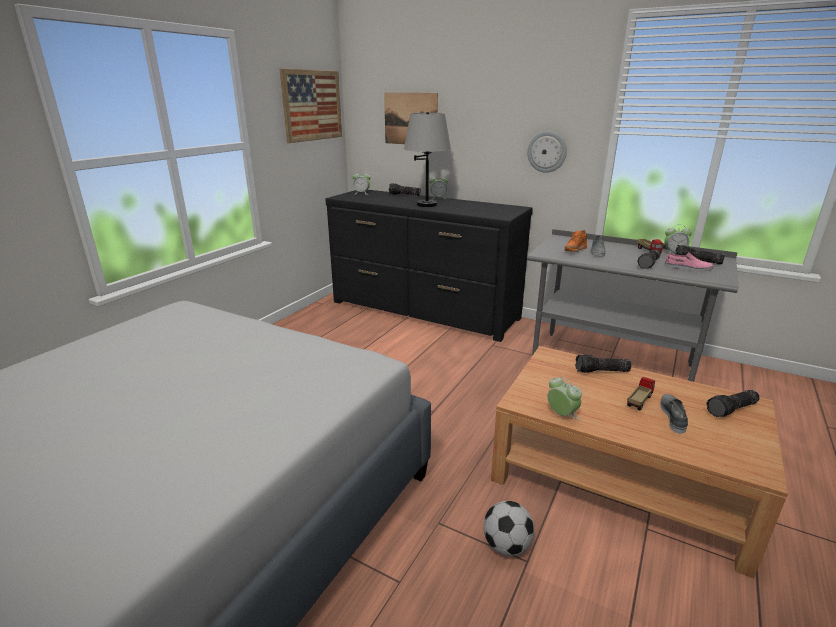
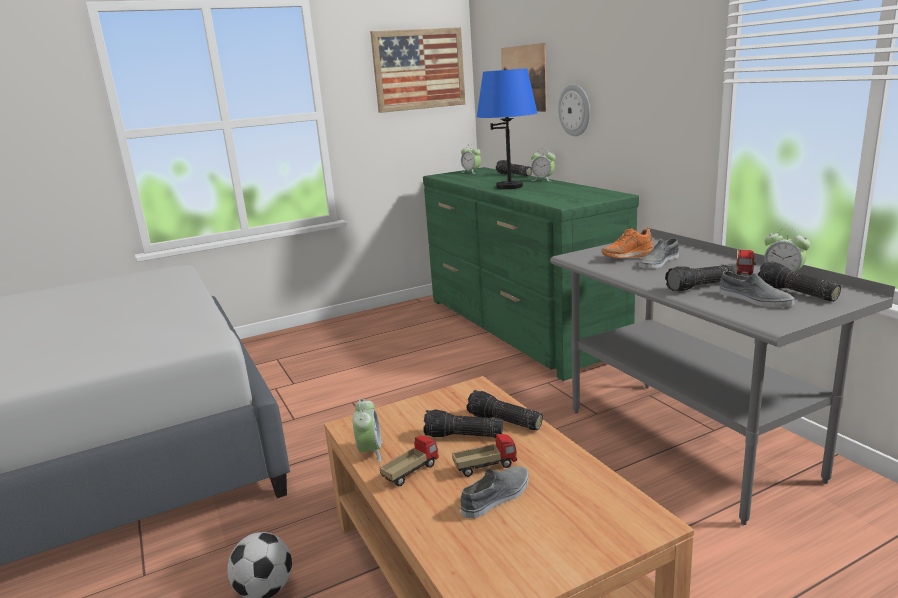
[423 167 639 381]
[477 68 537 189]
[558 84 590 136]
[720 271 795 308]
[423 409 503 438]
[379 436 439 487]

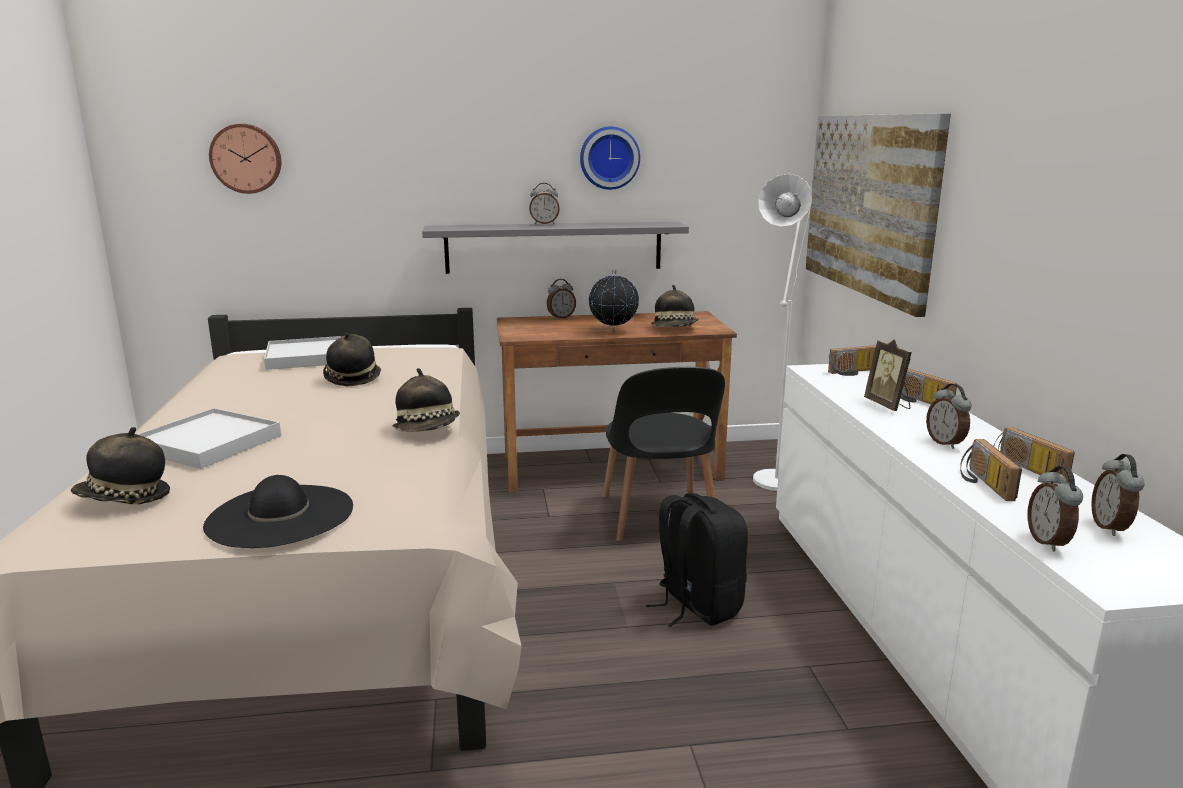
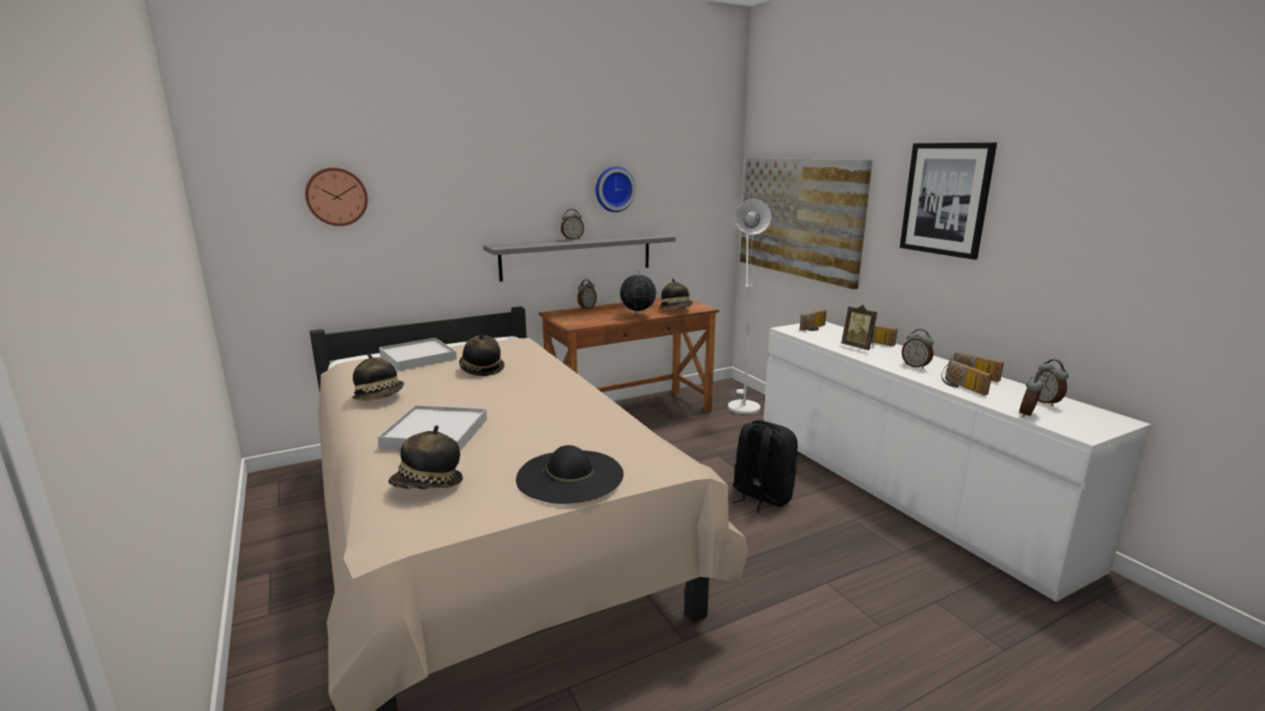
[352 353 404 401]
[602 367 725 542] (first image)
[1019 370 1047 417]
[900 143 997 260]

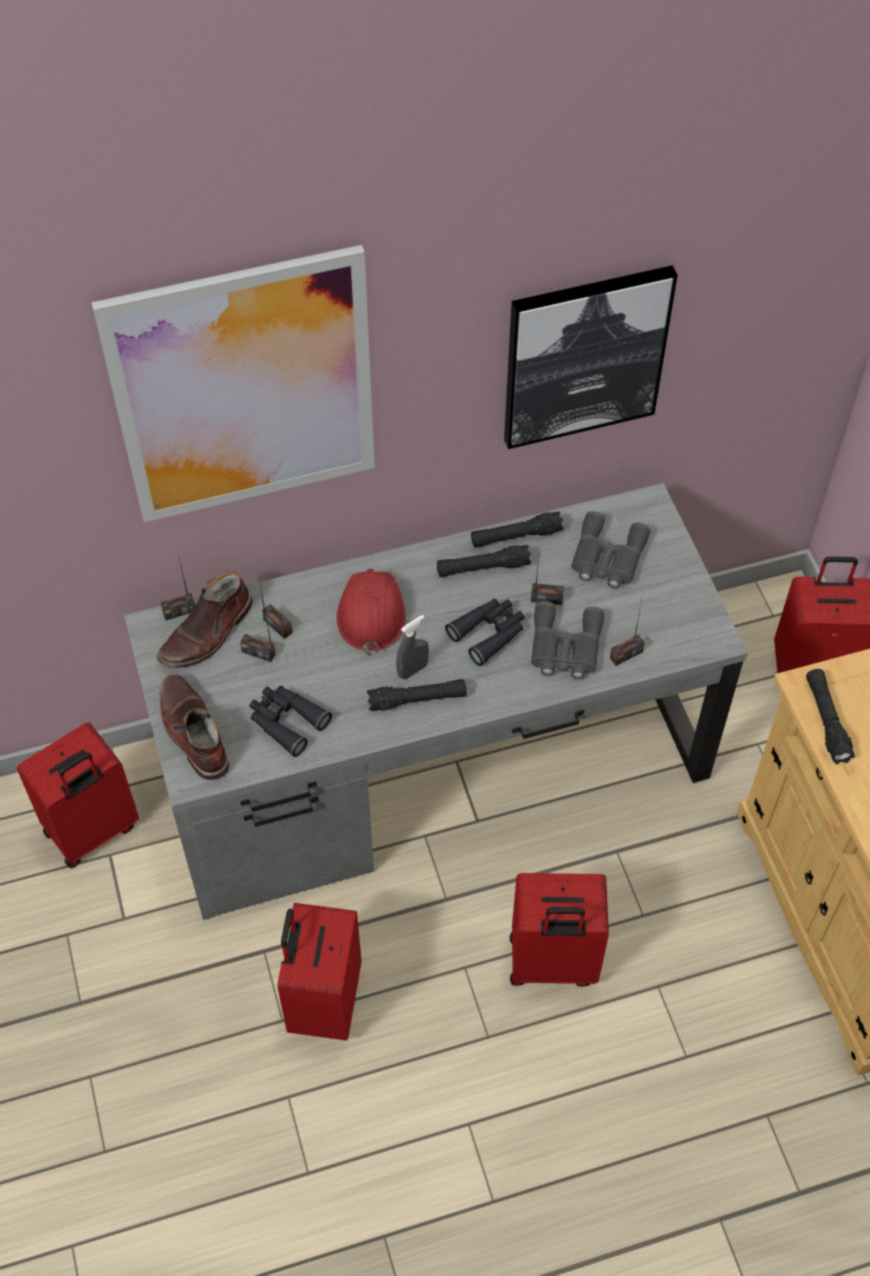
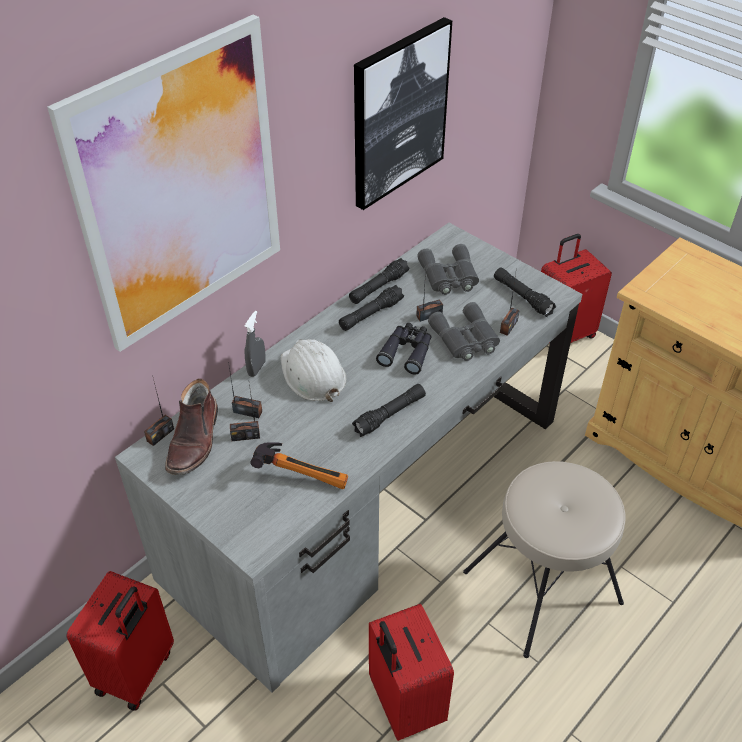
[160 674 229 780] (first image)
[250 442 348 489]
[280 339 347 402]
[244 311 266 377]
[463 461 625 658]
[494 268 556 317]

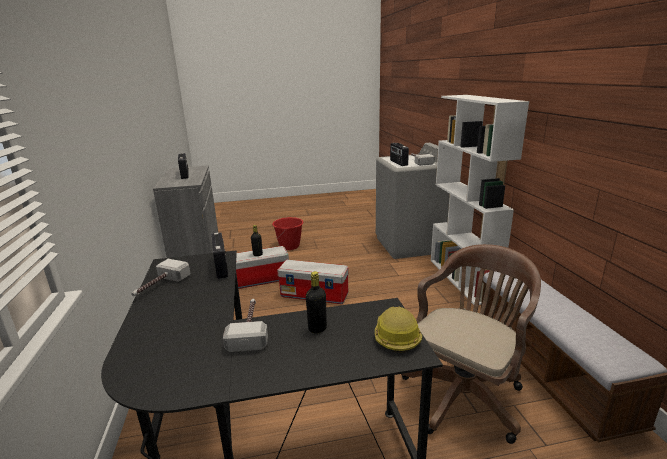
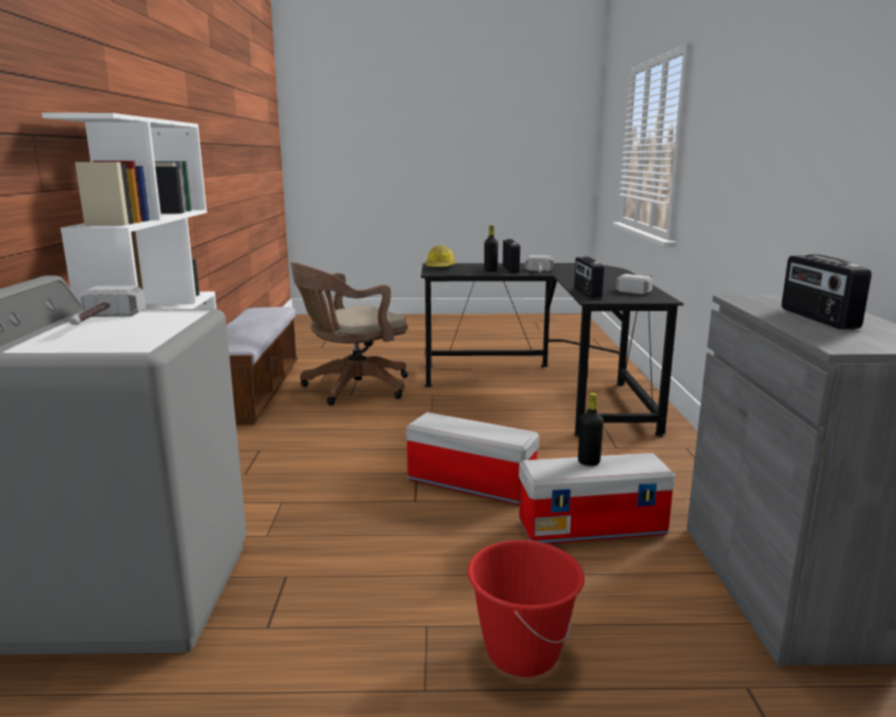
[503 239 520 273]

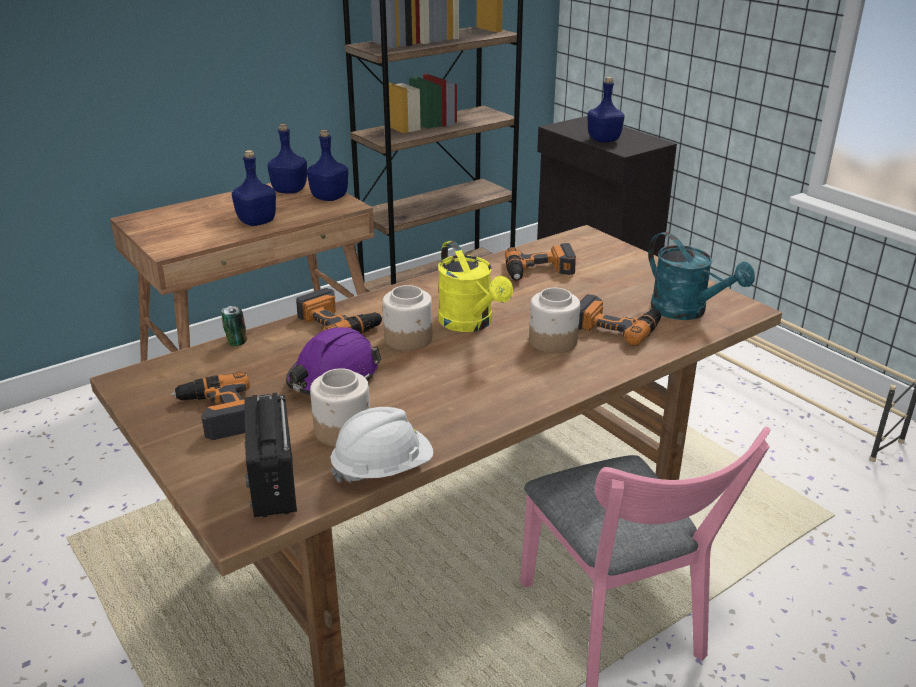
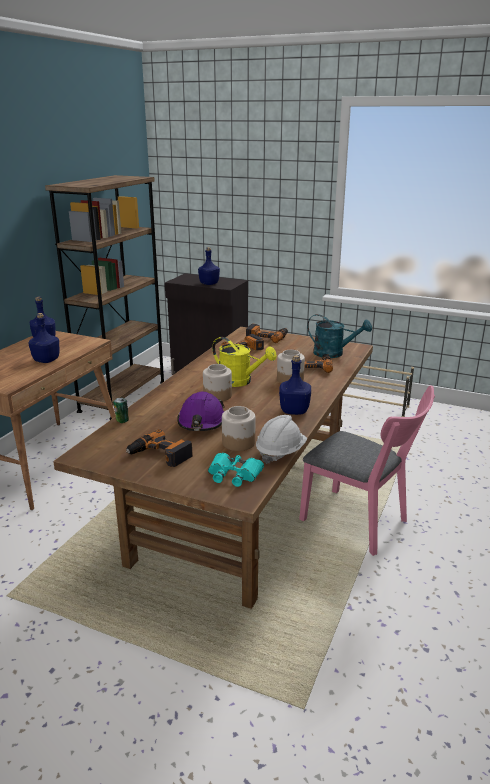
[208 453 264 487]
[246 323 288 343]
[279 355 311 415]

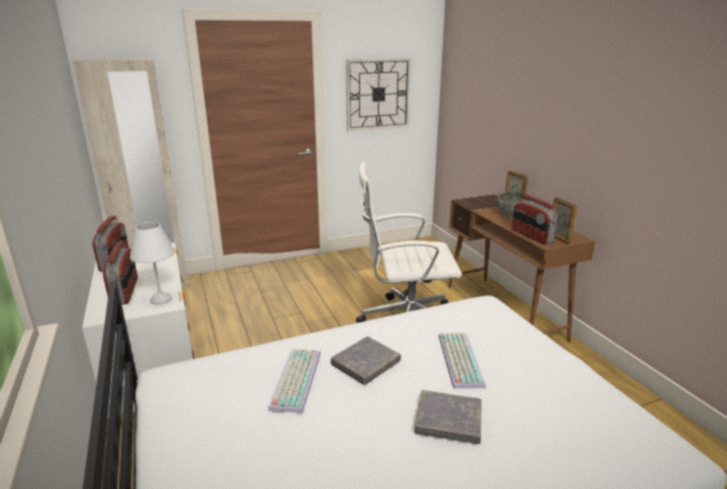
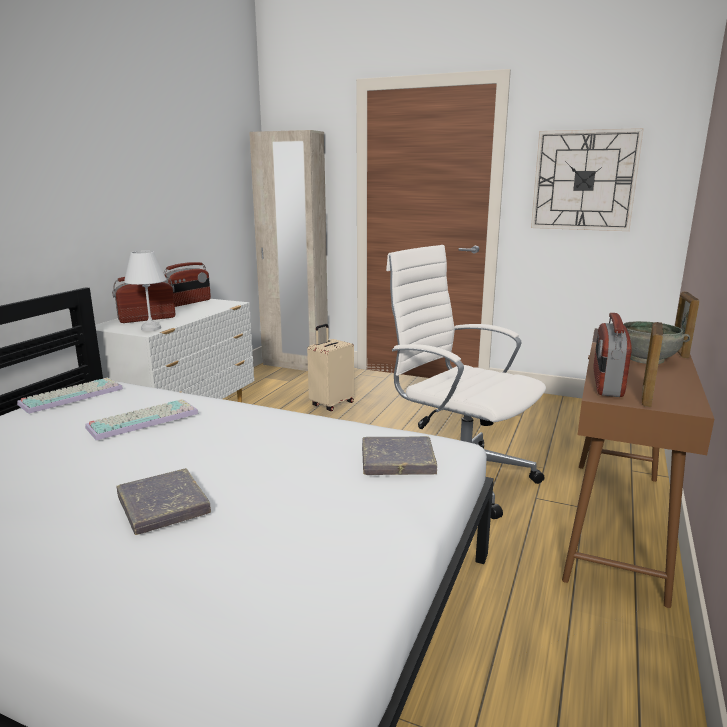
[112 274 175 323]
[362 436 437 475]
[17 378 123 414]
[307 324 354 411]

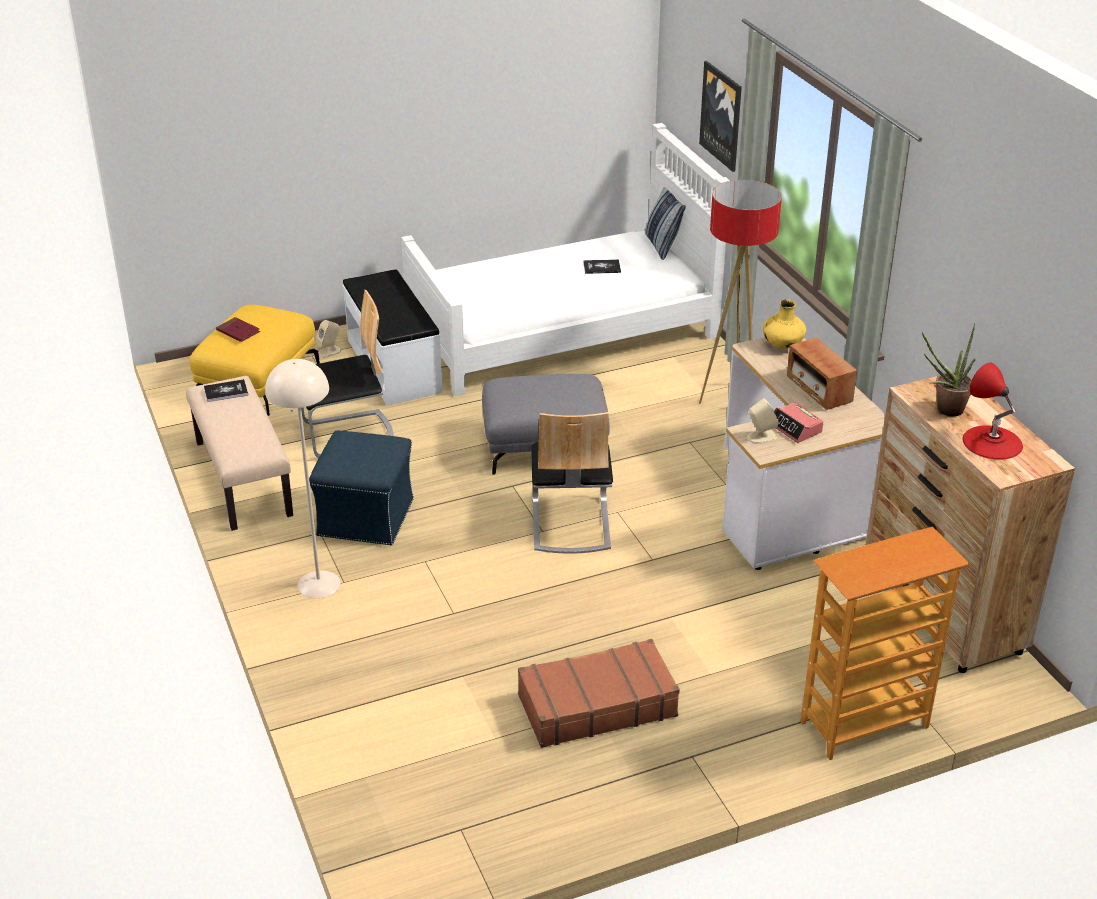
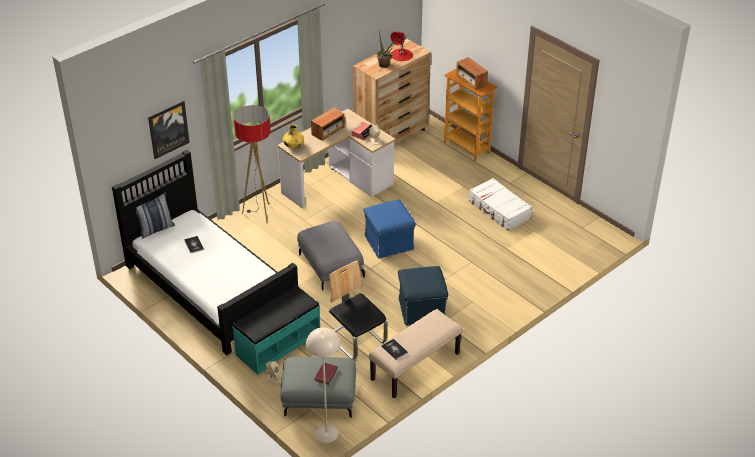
[281 357 356 418]
[306 327 340 443]
[232 285 320 374]
[112 150 298 355]
[469 178 532 231]
[364 199 416 259]
[456 57 488 90]

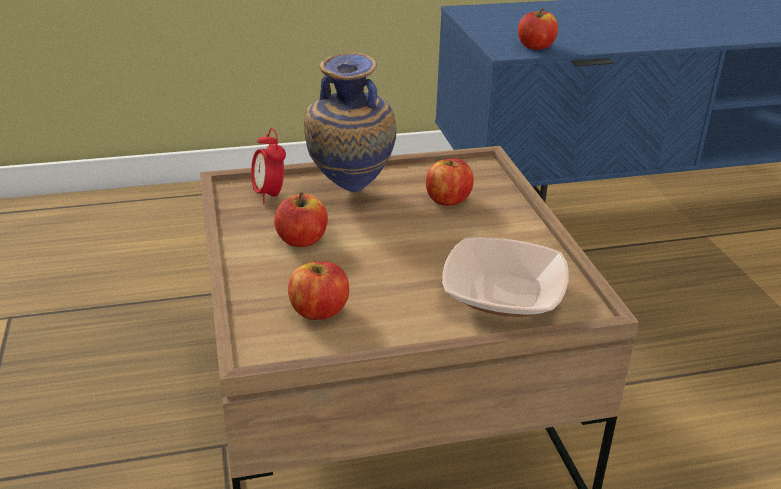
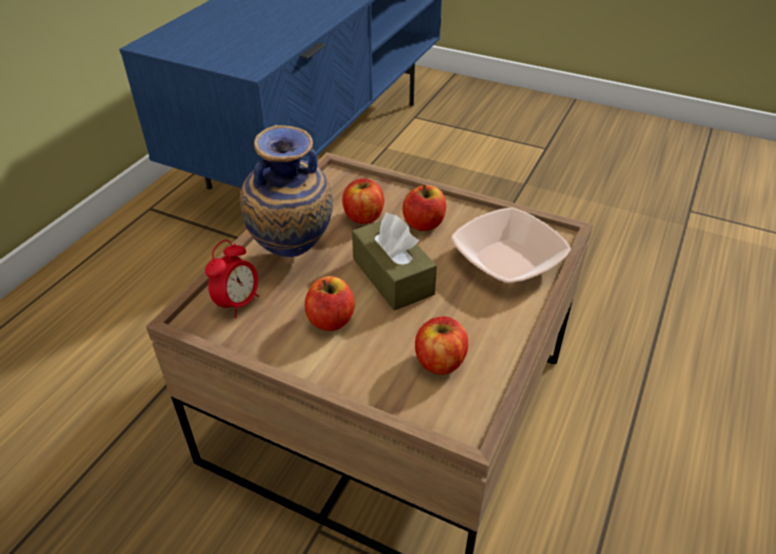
[205 240 259 318]
[403 185 446 231]
[352 212 437 311]

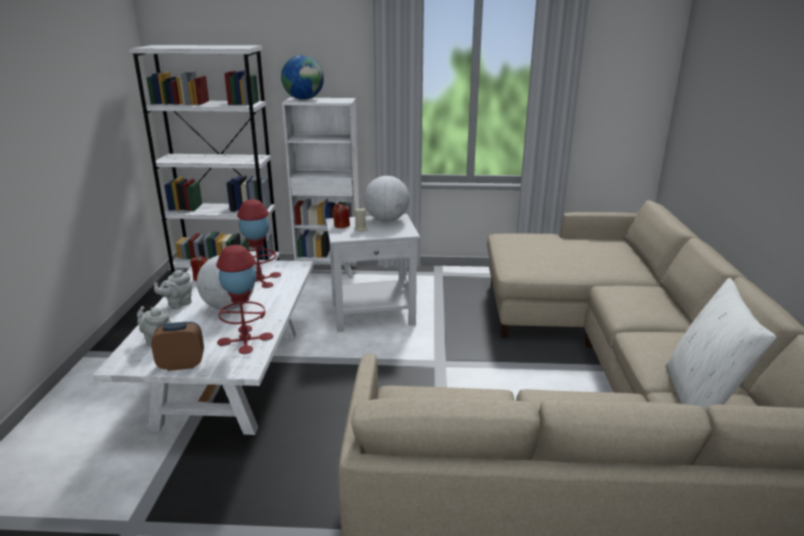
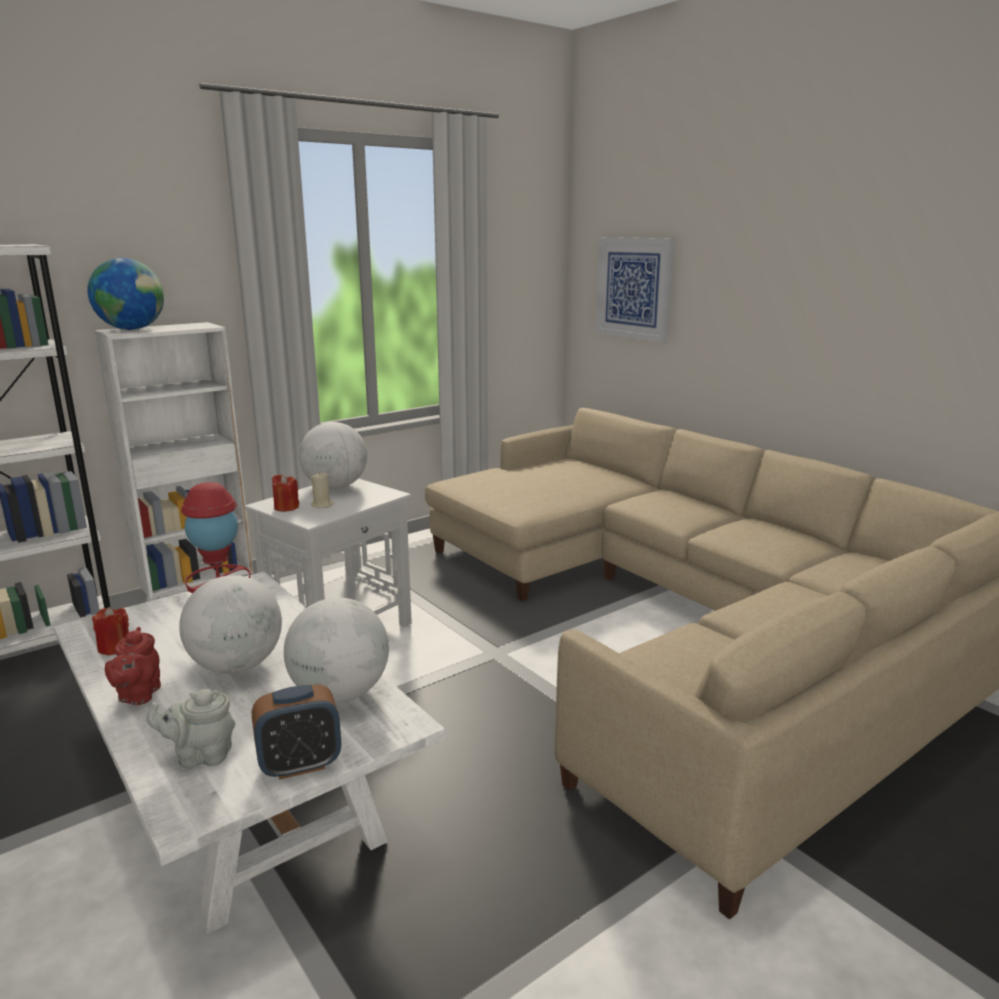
[252 684 341 780]
[105 627 161 705]
[284 598 389 703]
[666 278 776 410] (first image)
[595 237 675 343]

